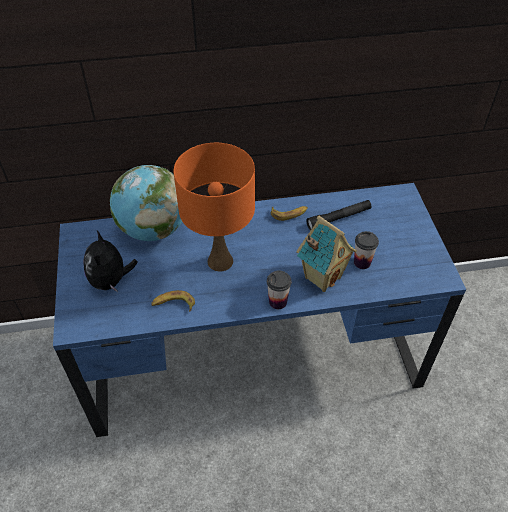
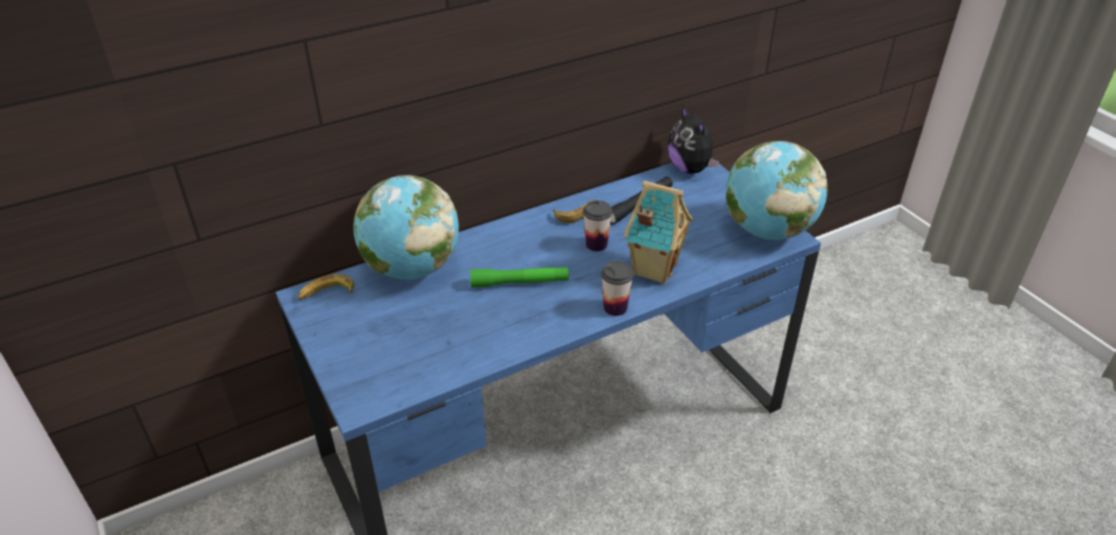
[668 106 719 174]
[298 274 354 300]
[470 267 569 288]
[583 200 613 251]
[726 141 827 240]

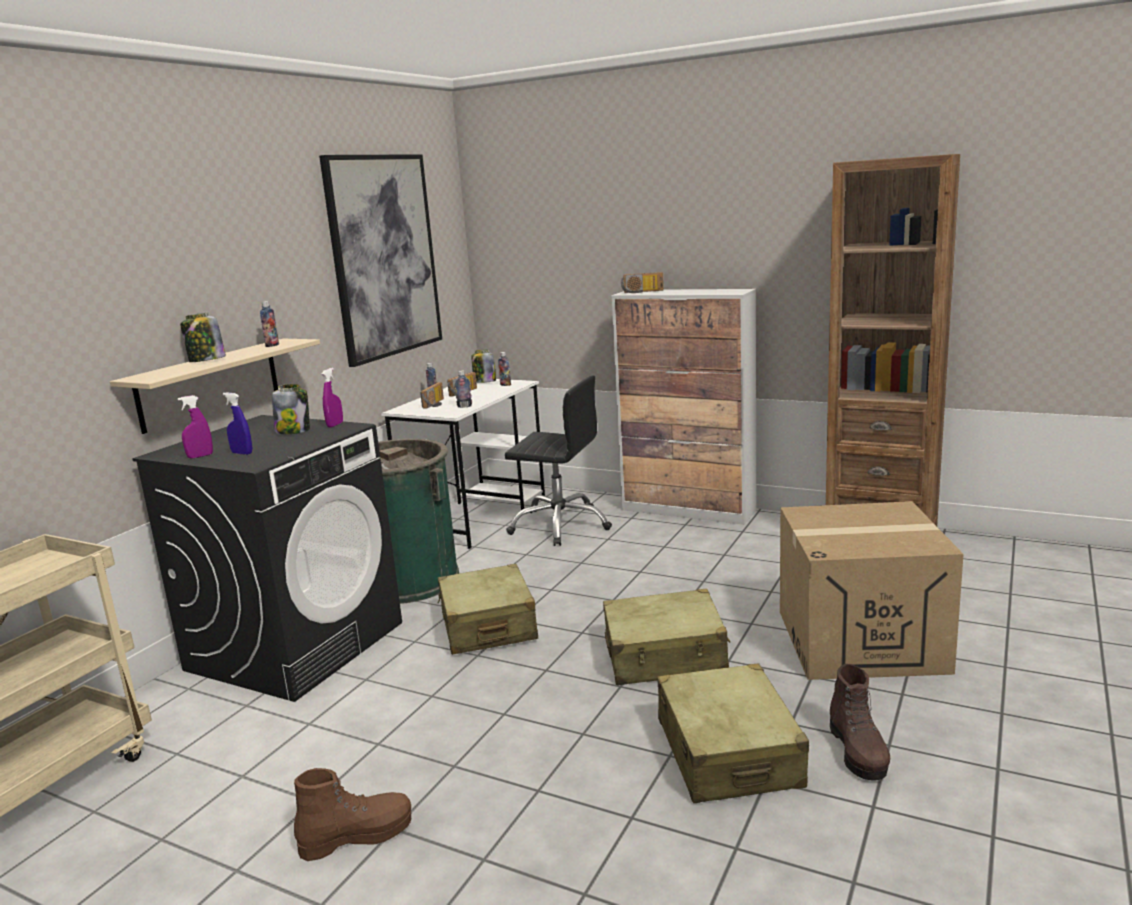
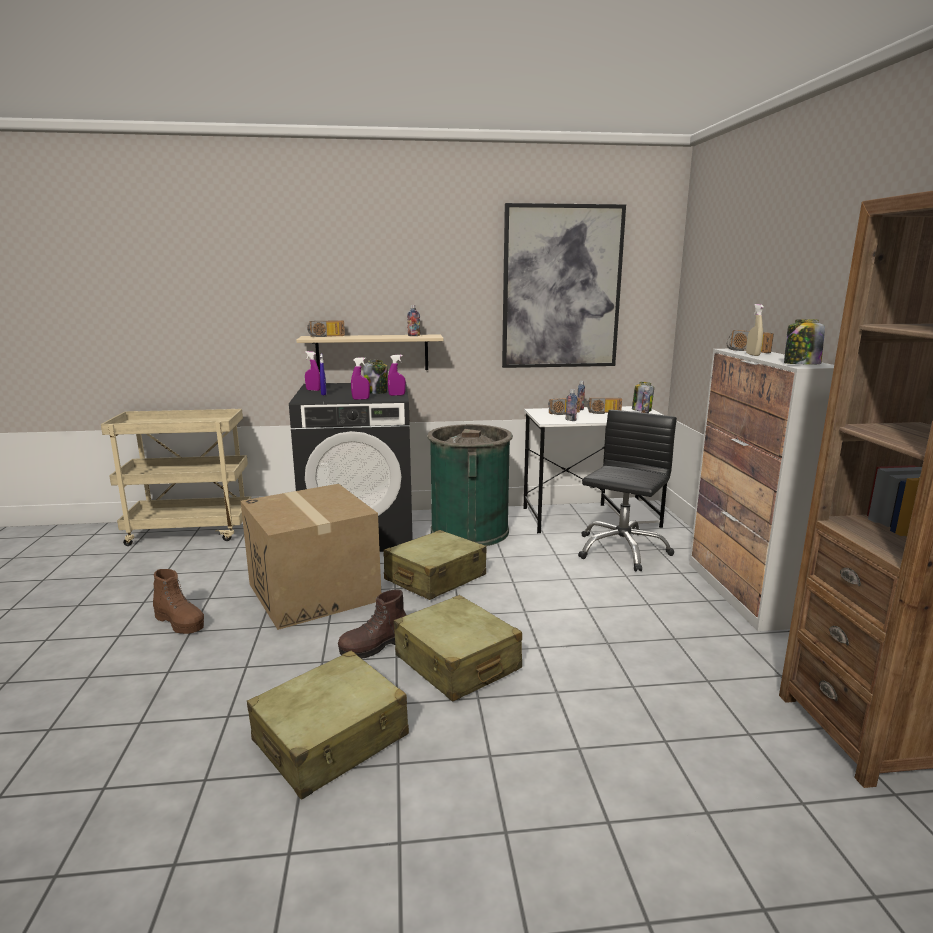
[784 319 825 364]
[578 410 677 572]
[241 484 381 630]
[338 589 406 659]
[307 320 345 337]
[351 357 370 400]
[746 304 764 356]

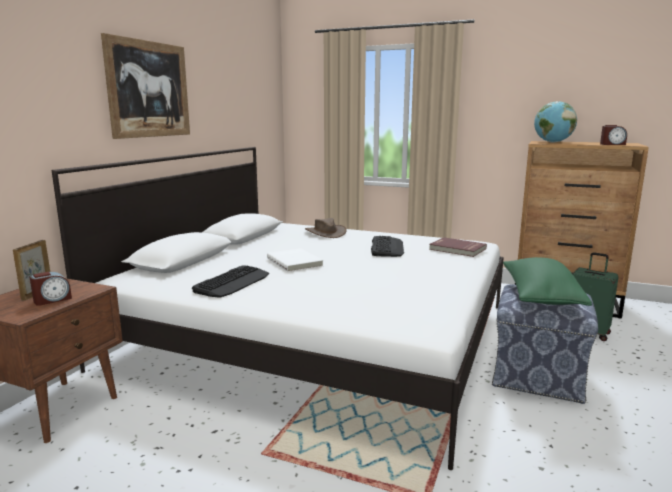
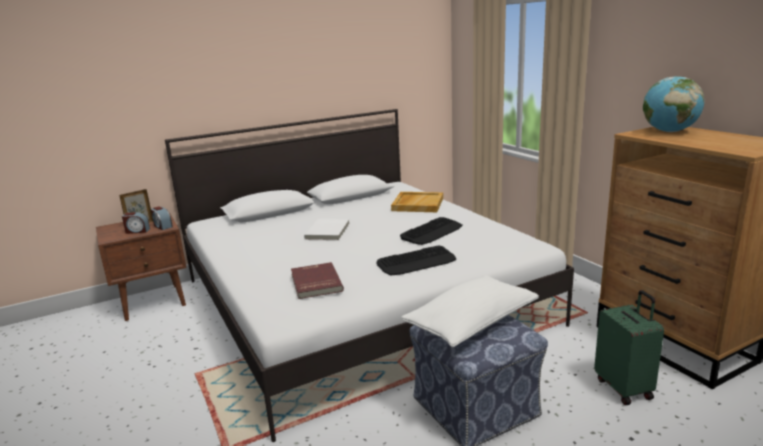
[101 33 190 139] (first image)
[376 246 456 276]
[391 192 443 212]
[291 262 344 299]
[401 275 539 347]
[151 206 173 230]

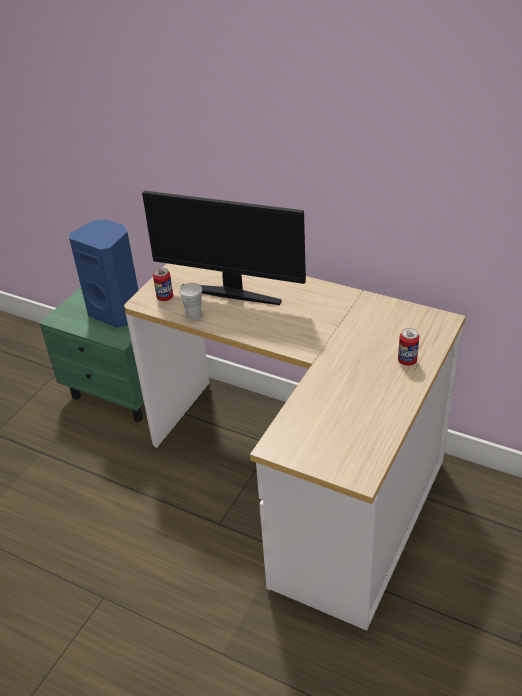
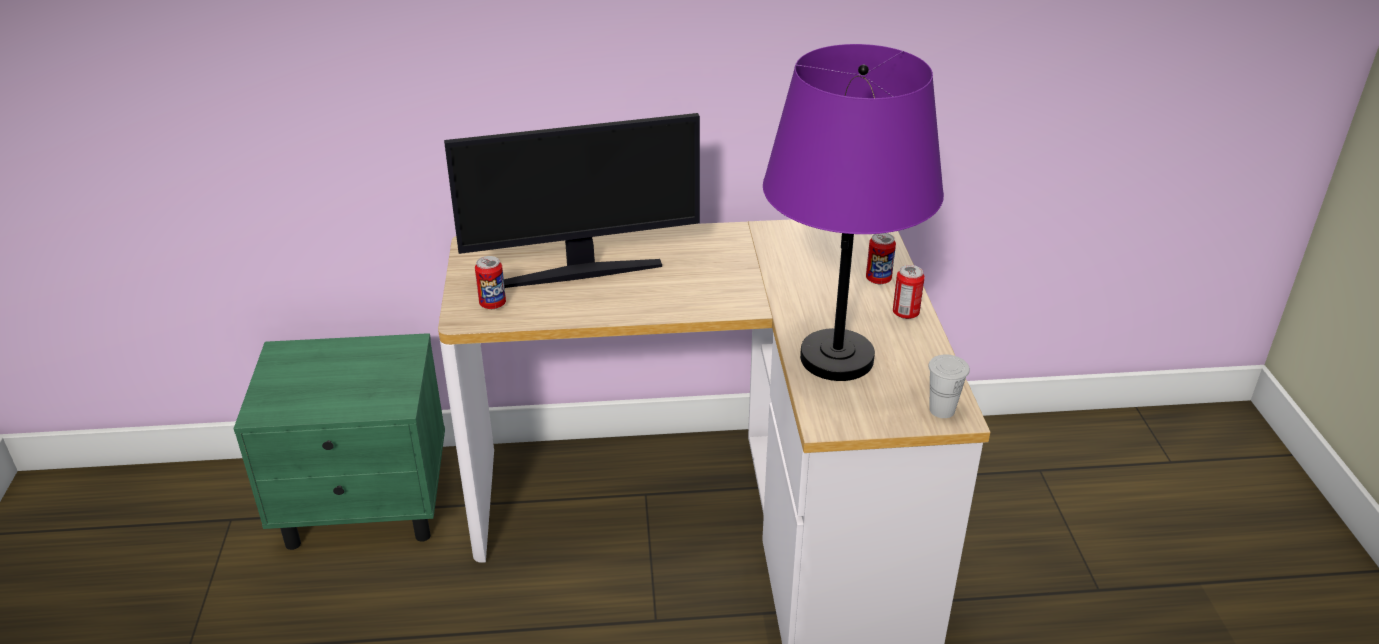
[69 220 139 328] (first image)
[928 354 970 418]
[763 44 944 381]
[893 265 925 319]

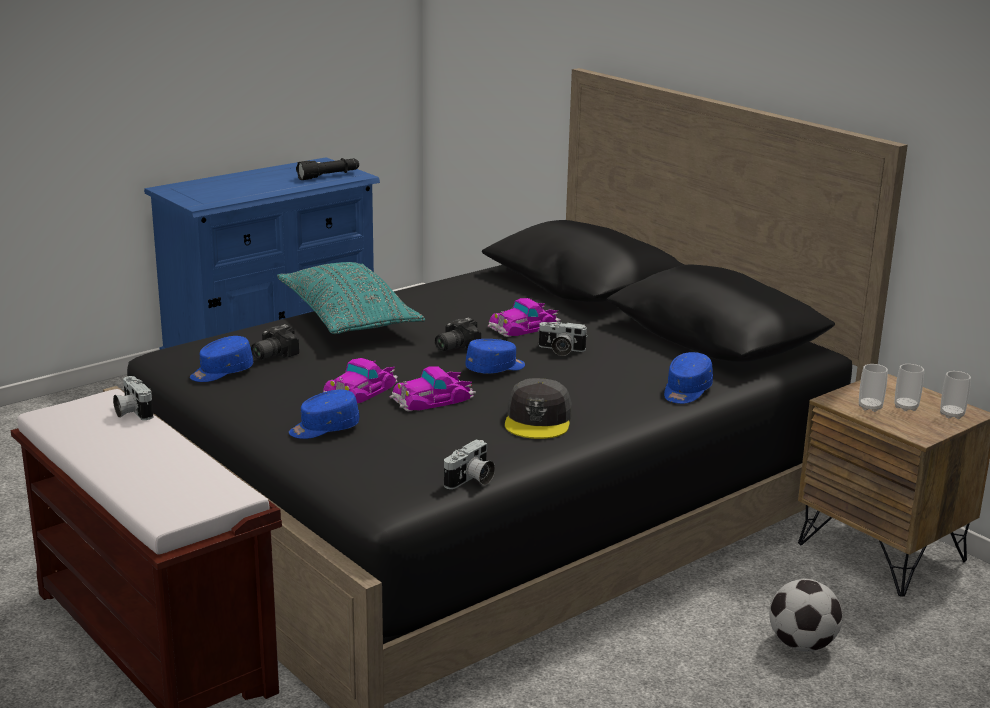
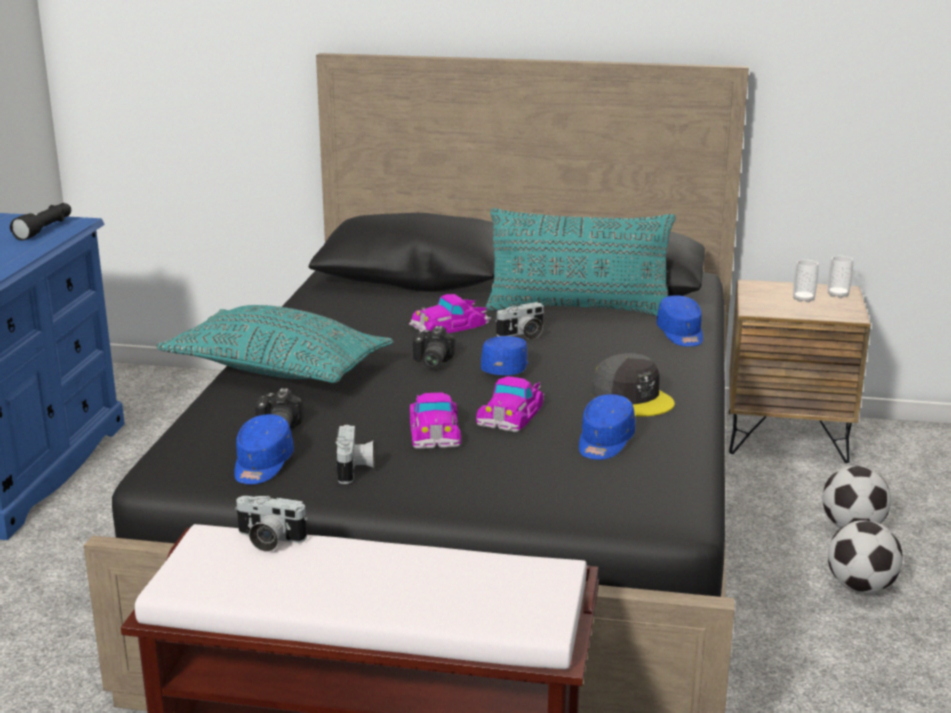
[579 394 635 460]
[336 425 374 484]
[409 294 491 333]
[859 364 888 412] (first image)
[486 208 676 316]
[828 520 903 593]

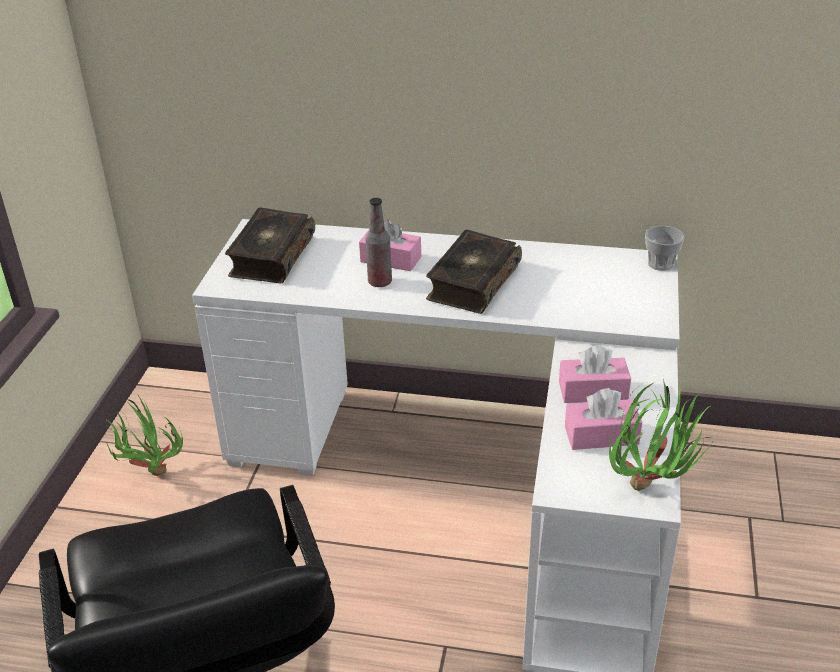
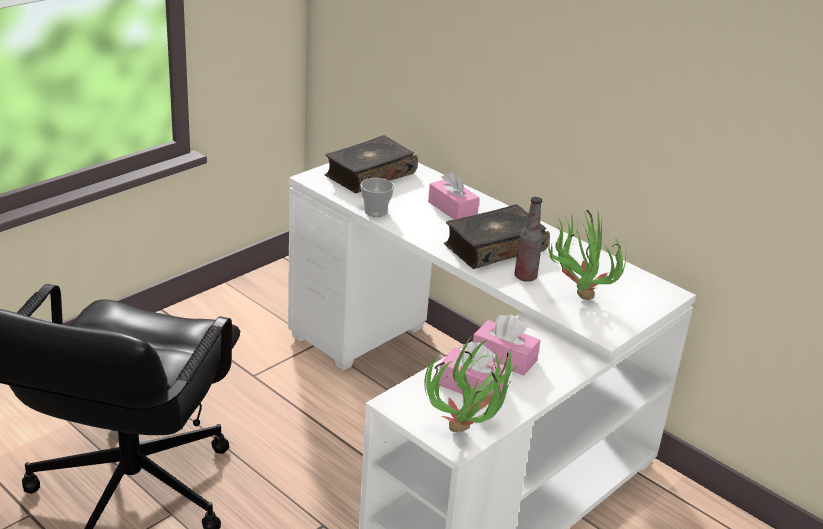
[548 210 626 300]
[514 197 543 282]
[360 178 394 217]

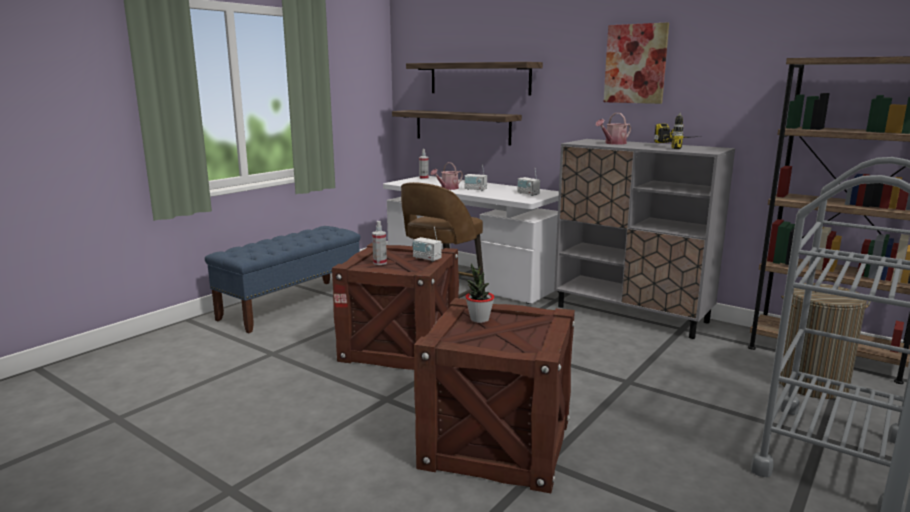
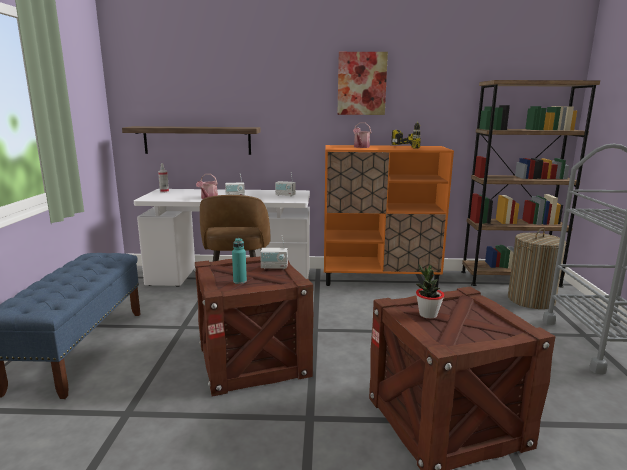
[232 238 247 284]
[406 62 543 95] (first image)
[324 145 454 288]

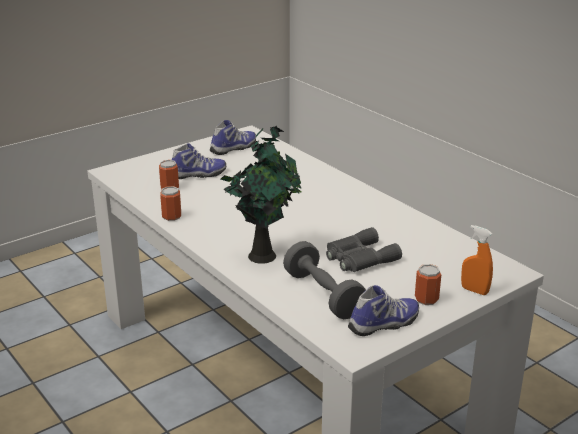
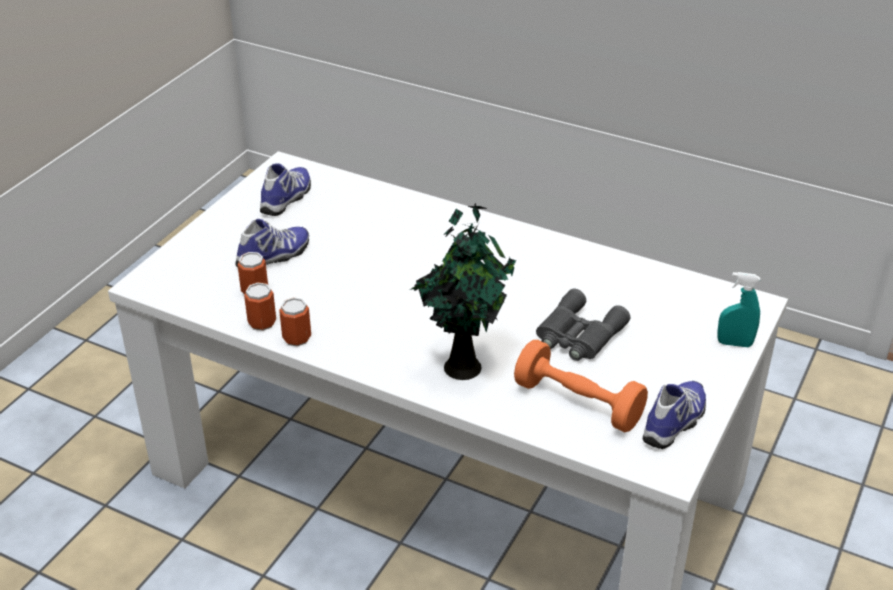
[514 340 648 432]
[244 282 276 331]
[717 272 760 347]

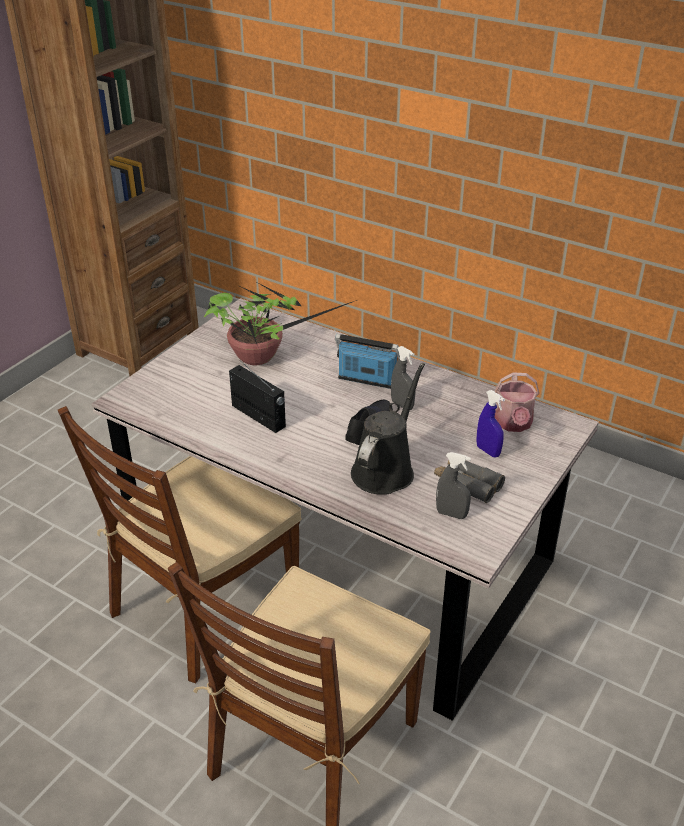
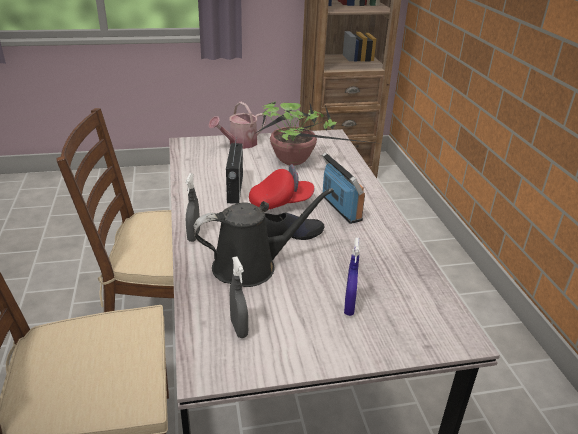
[186 173 200 242]
[434 460 505 503] (first image)
[208 102 266 149]
[249 164 314 210]

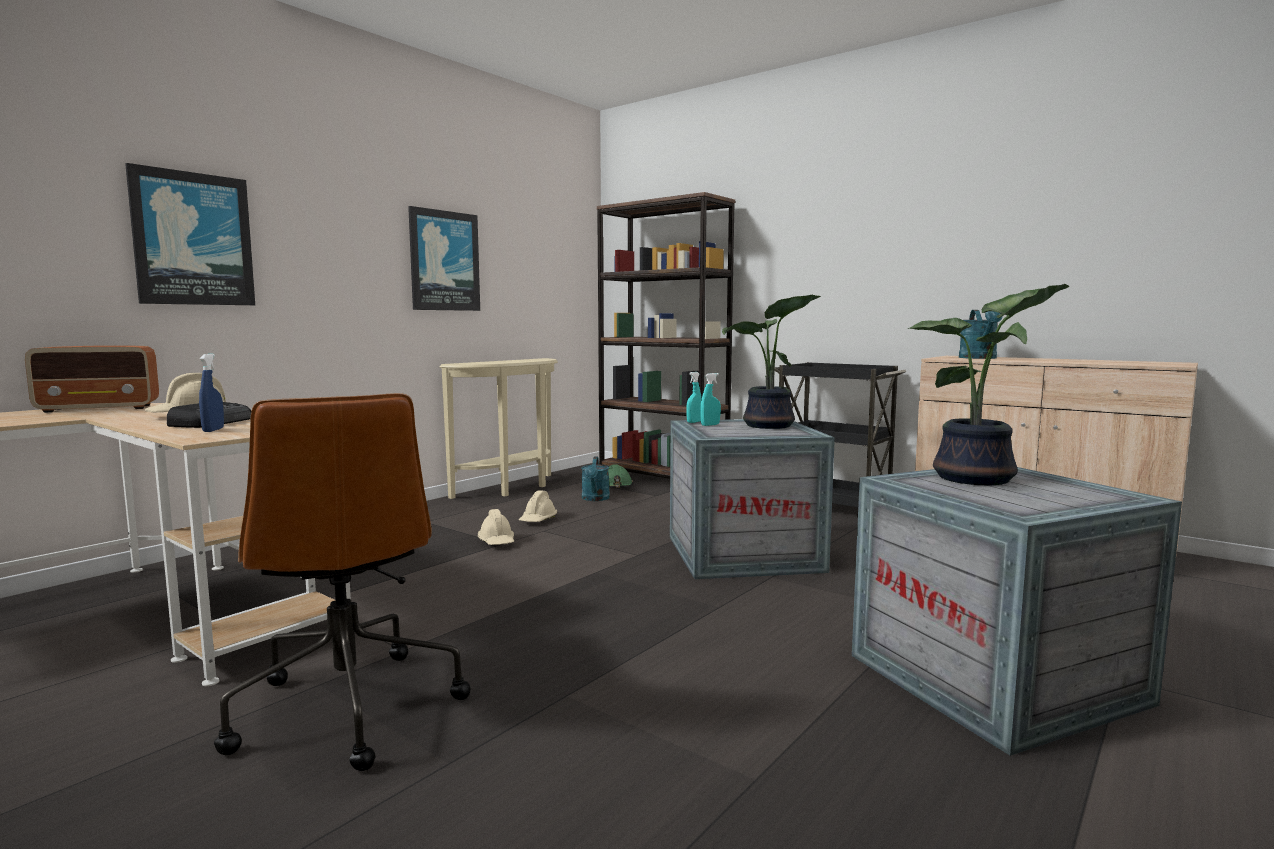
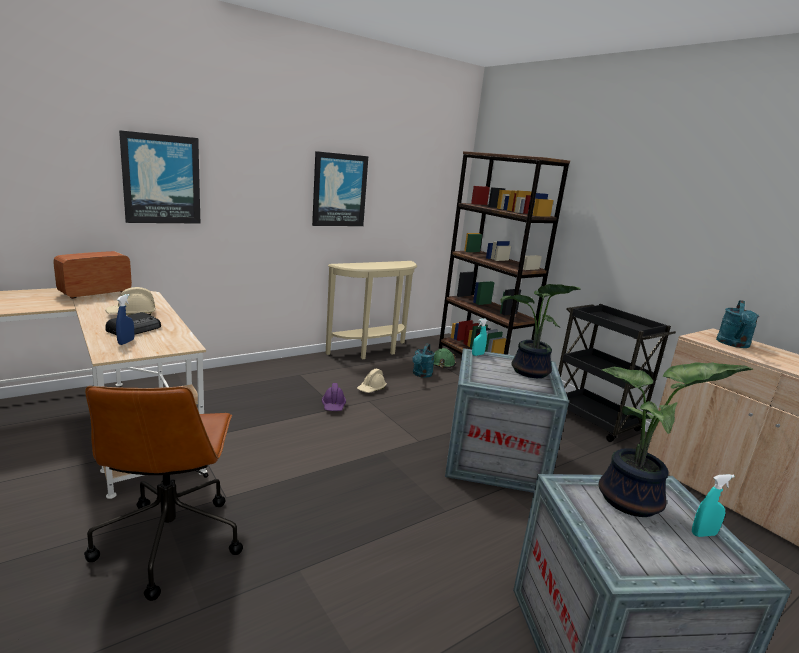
[53 251 132 299]
[322 383 346 411]
[692 474 735 537]

